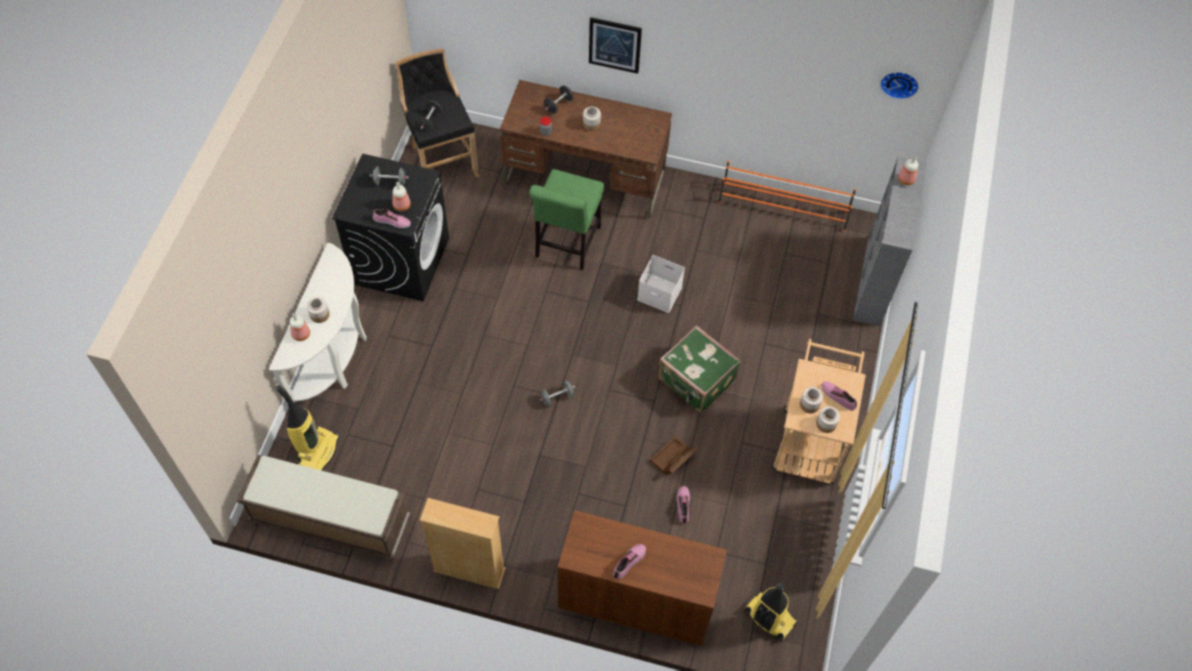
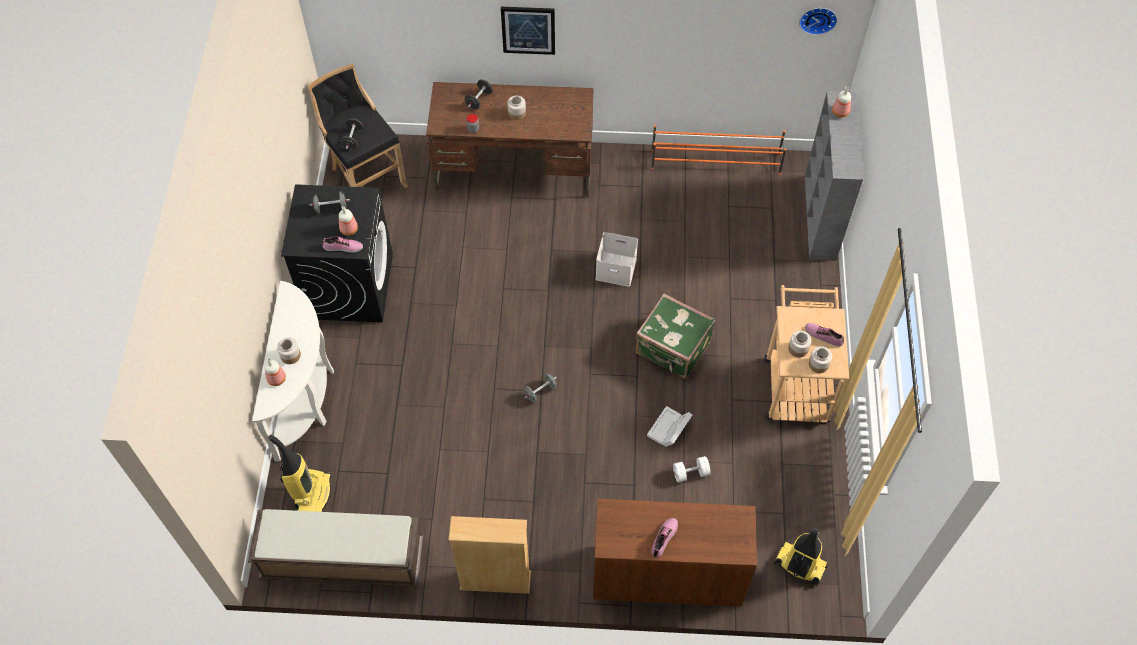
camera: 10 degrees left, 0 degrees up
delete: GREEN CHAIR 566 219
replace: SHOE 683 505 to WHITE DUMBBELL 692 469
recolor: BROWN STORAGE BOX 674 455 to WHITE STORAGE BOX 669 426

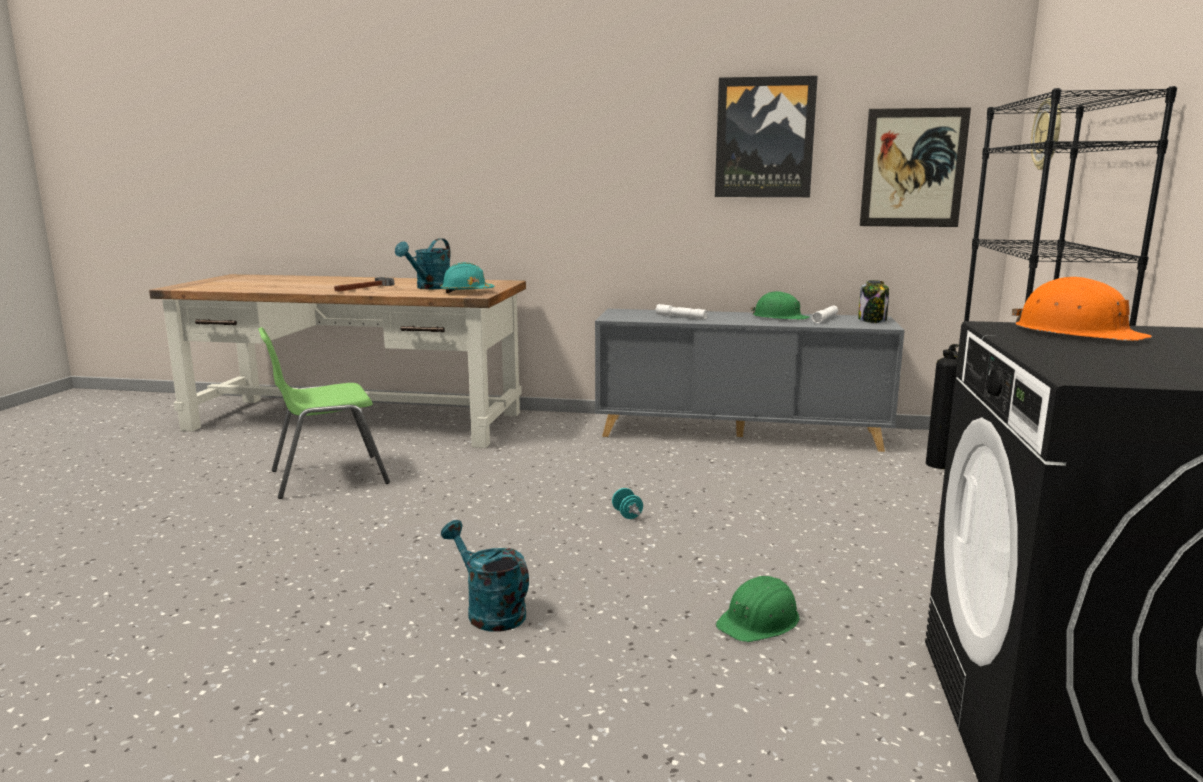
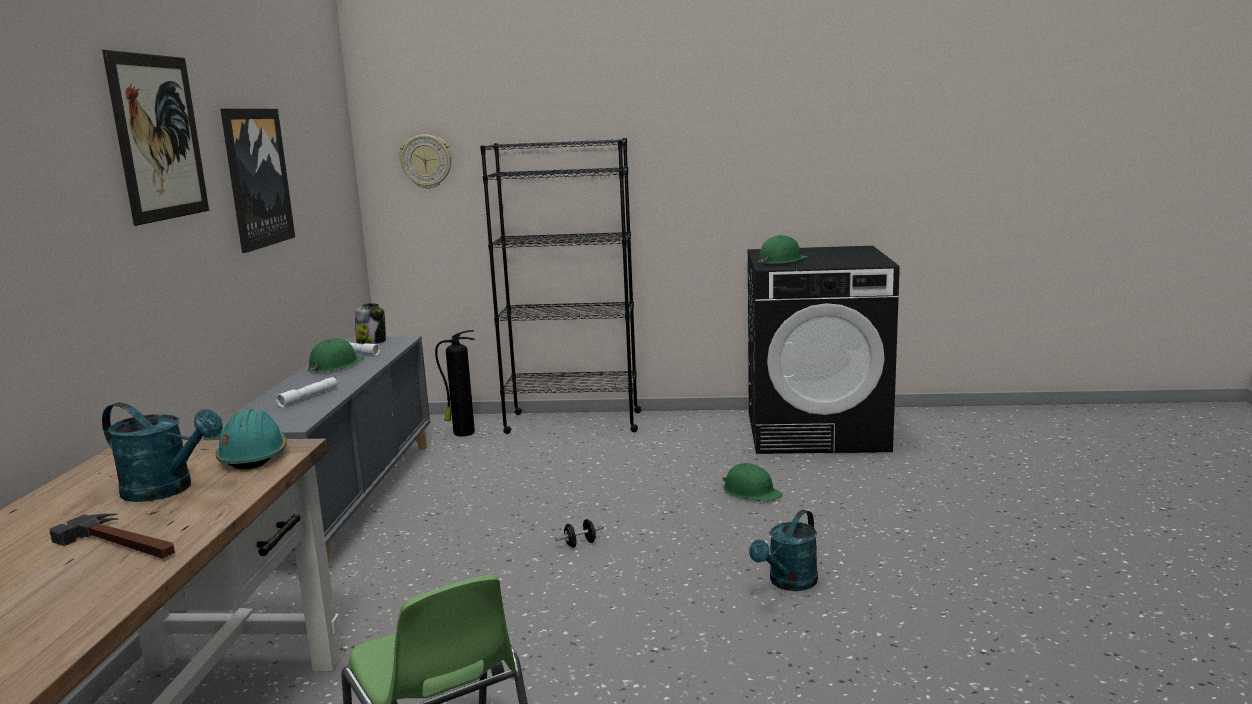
camera: 95 degrees left, 0 degrees up
move: PICTURE 915 167 to 155 138
recolor: ORANGE HARD HAT 1081 309 to GREEN HARD HAT 782 249; TURQUOISE DUMBBELL 627 503 to BLACK DUMBBELL 579 533

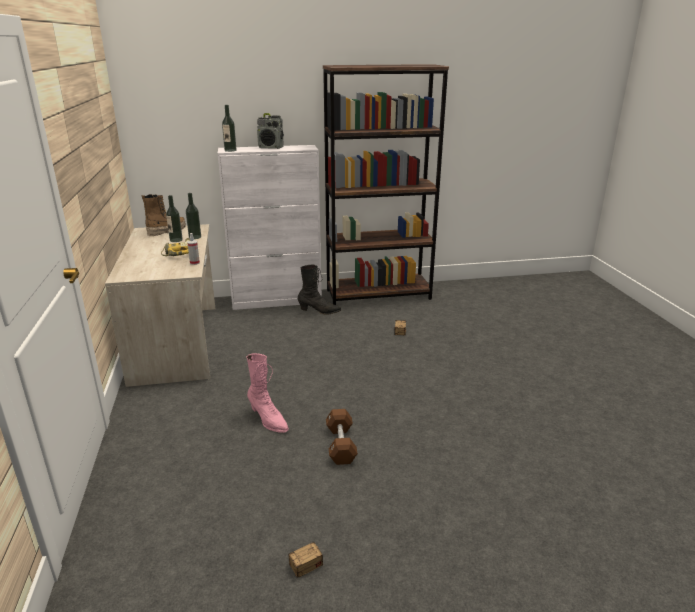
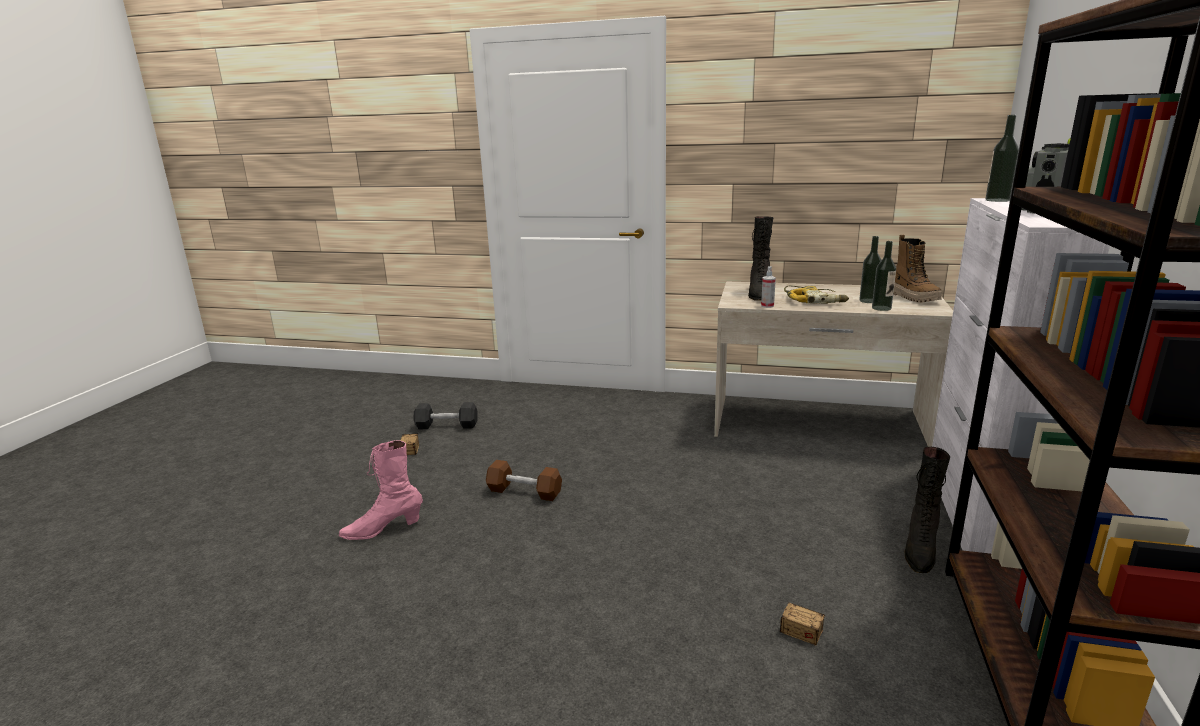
camera: 115 degrees right, 5 degrees down
insert: BLACK BOOT 760 258; BLACK DUMBBELL 446 415
move: PINK BOOT 267 393 to 381 490

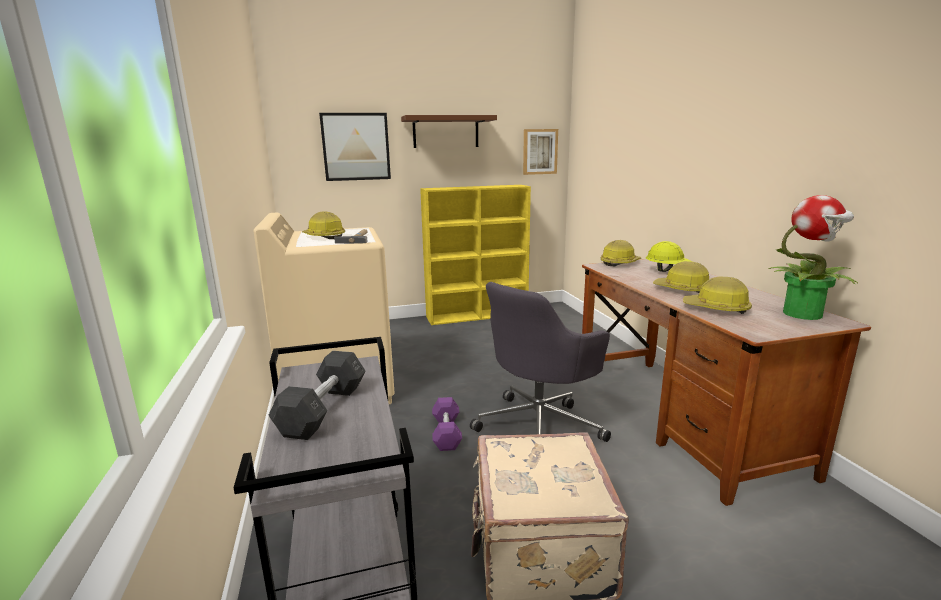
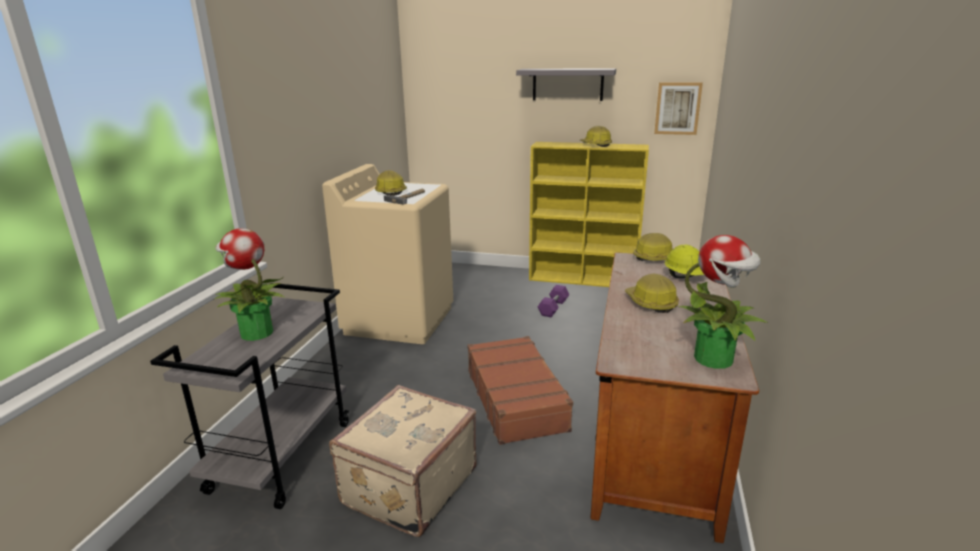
camera: 30 degrees right, 5 degrees up
delete: PICTURE 355 147
move: HARD HAT 717 295 to 596 136; PURPLE DUMBBELL 447 424 to 554 301
replace: GREY OFFICE CHAIR 540 362 to BROWN SUITCASE 520 390; GREY DUMBBELL 317 395 to POTTED PLANT 249 284
recolor: BROWN SHELF 449 131 to GREY SHELF 566 84

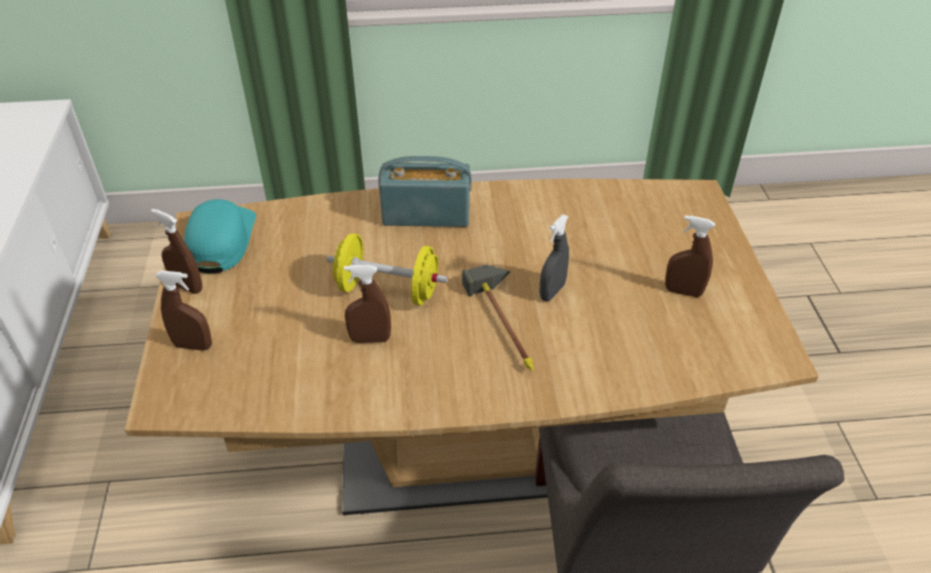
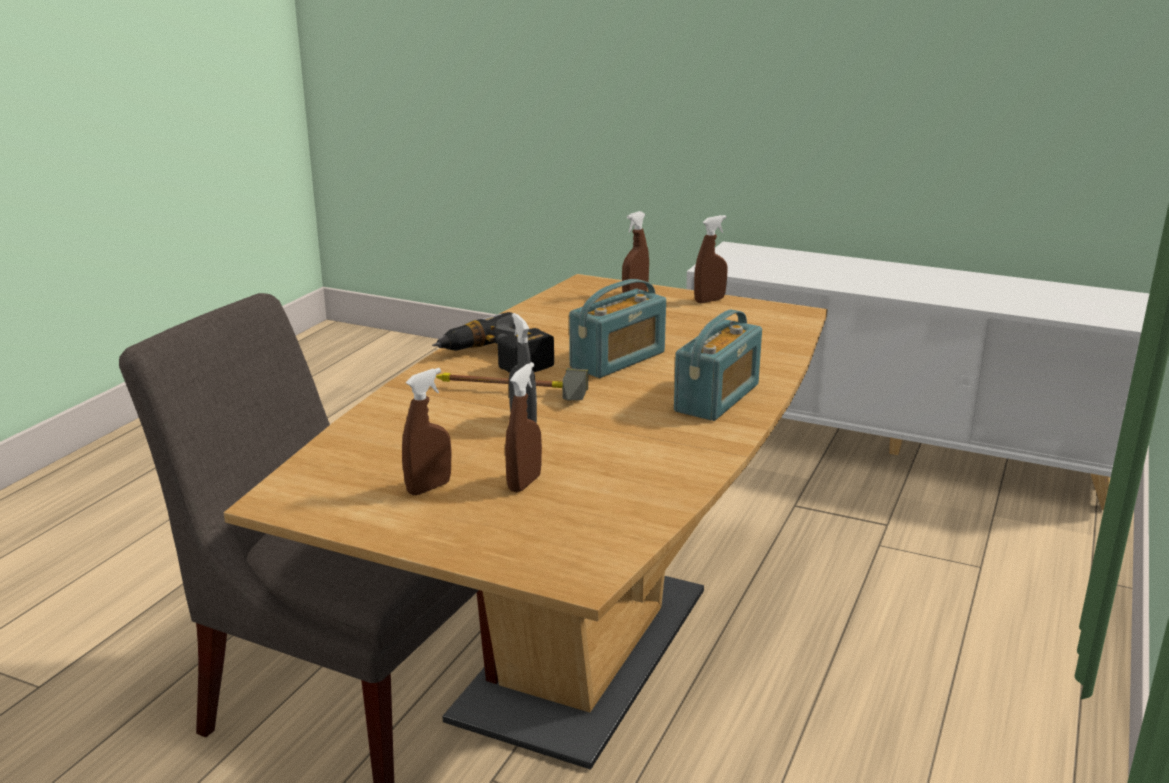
camera: 120 degrees right, 20 degrees down
delete: TURQUOISE CAP 220 236
insert: POWER DRILL 493 342
move: BROWN SPRAY BOTTLE 367 304 to 523 427
replace: YELLOW DUMBBELL 387 269 to RADIO 617 328

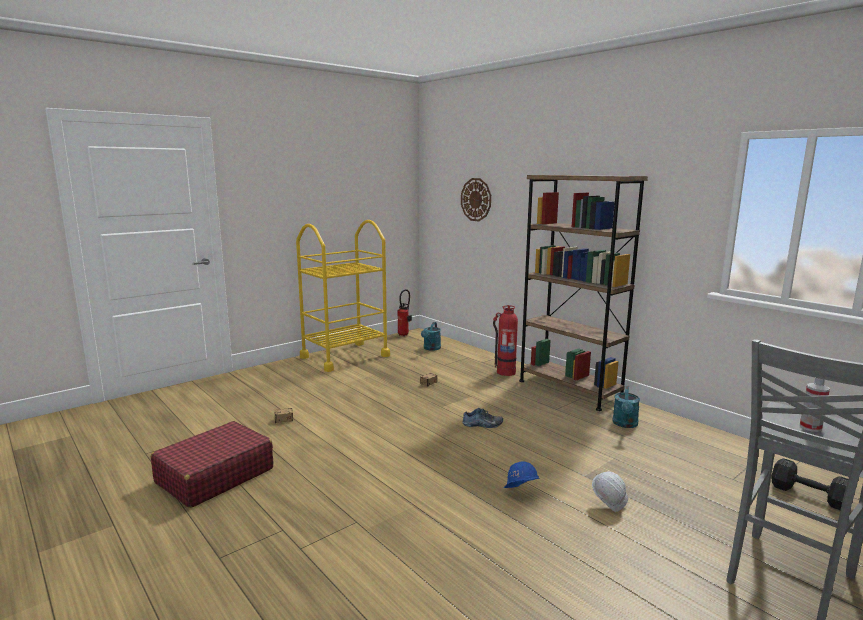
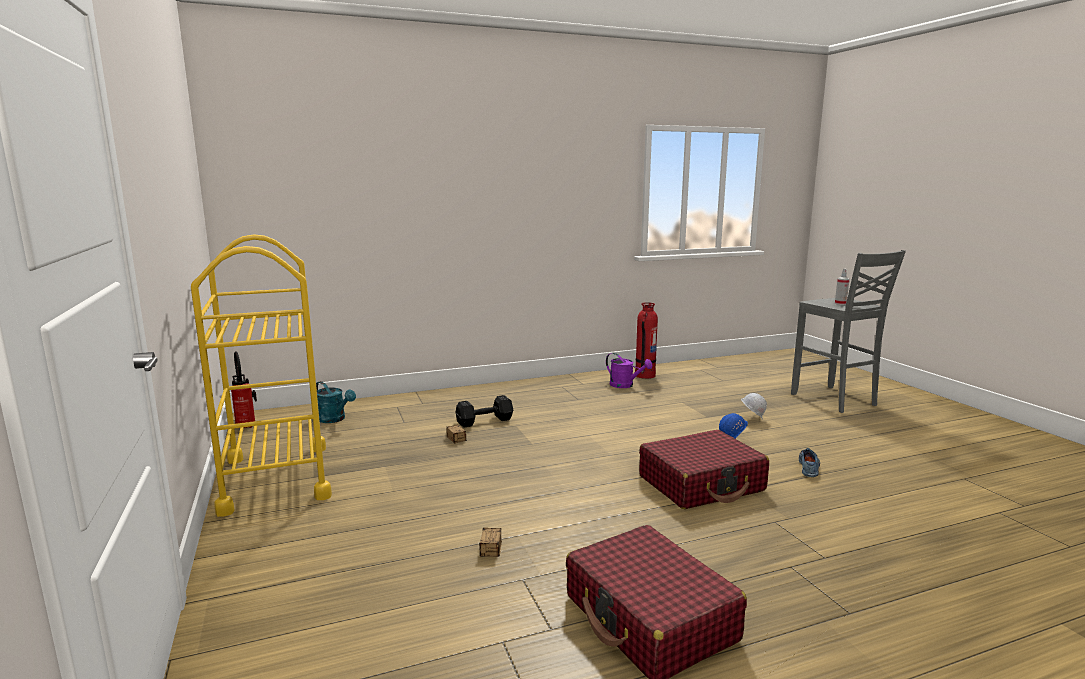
camera: 70 degrees left, 0 degrees up
delete: BROWN BOOKCASE 583 293; WALL CLOCK 476 199
insert: RED SUITCASE 704 469
move: FIRE EXTINGUISHER 505 340 to 646 340; SHOE 482 418 to 809 462; BLACK DUMBBELL 810 484 to 484 411
recolor: TURQUOISE WATERING CAN 626 407 to PURPLE WATERING CAN 629 370

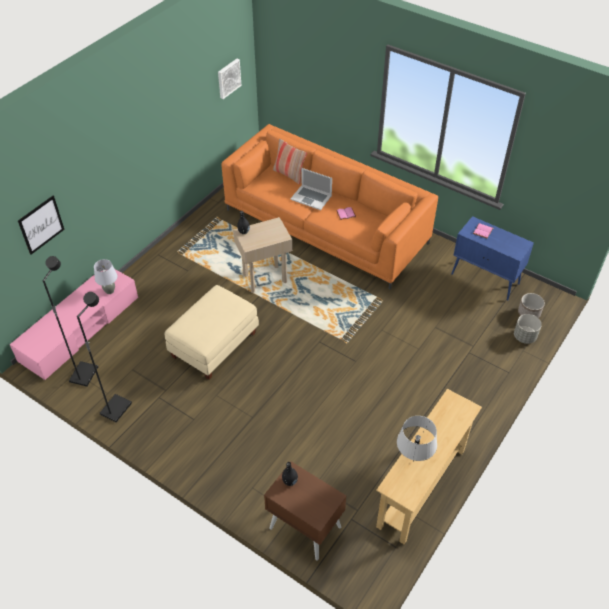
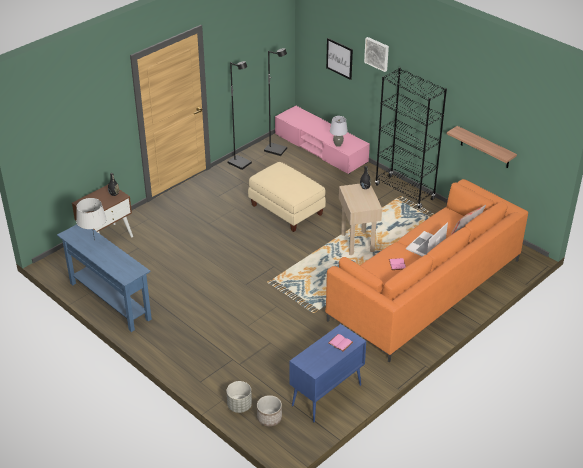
camera: 100 degrees right, 10 degrees down
insert: BLACK BOOKCASE 411 138; SHELF 482 147
move: PICTURE 230 79 to 376 54
recolor: BEIGE CONSOLE TABLE 429 466 to BLUE CONSOLE TABLE 104 278

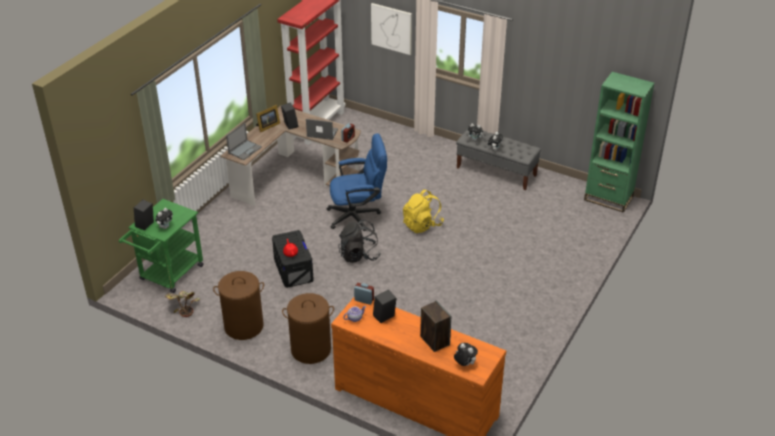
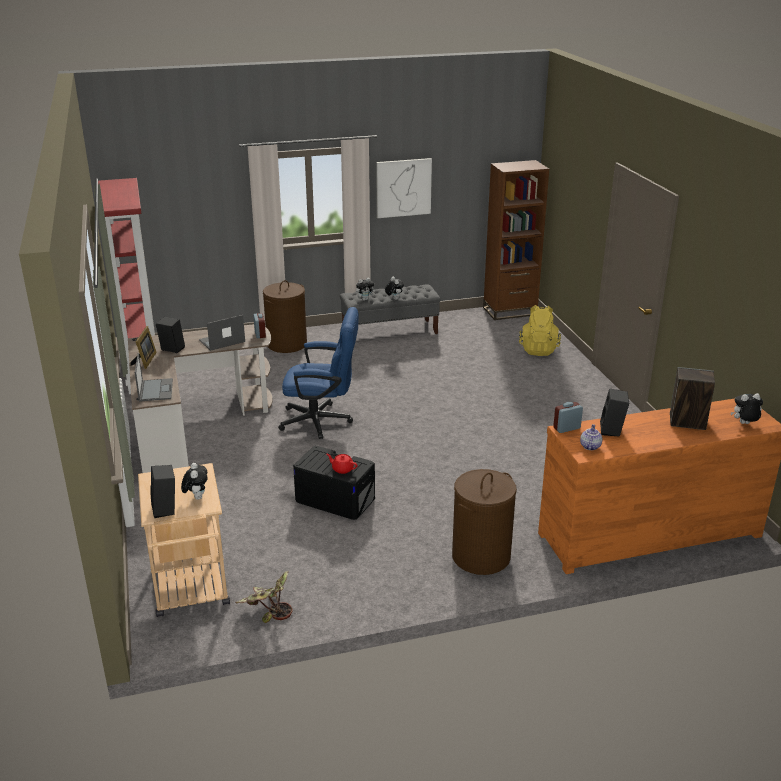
camera: 45 degrees left, 10 degrees down
delete: BLACK BACKPACK 359 241
move: PICTURE 391 29 to 404 188; YELLOW BACKPACK 423 211 to 540 330; BROWN LAUNDRY BASKET 238 305 to 285 316
recolor: GREEN BOOKCASE 619 142 to BROWN BOOKCASE 516 240; GREEN CART 161 246 to BEIGE CART 184 540
rotate: BLUE OFFICE CHAIR 356 182 = 318 373 60 degrees clockwise

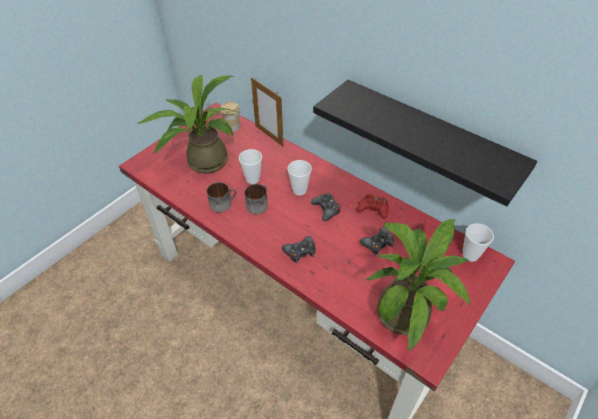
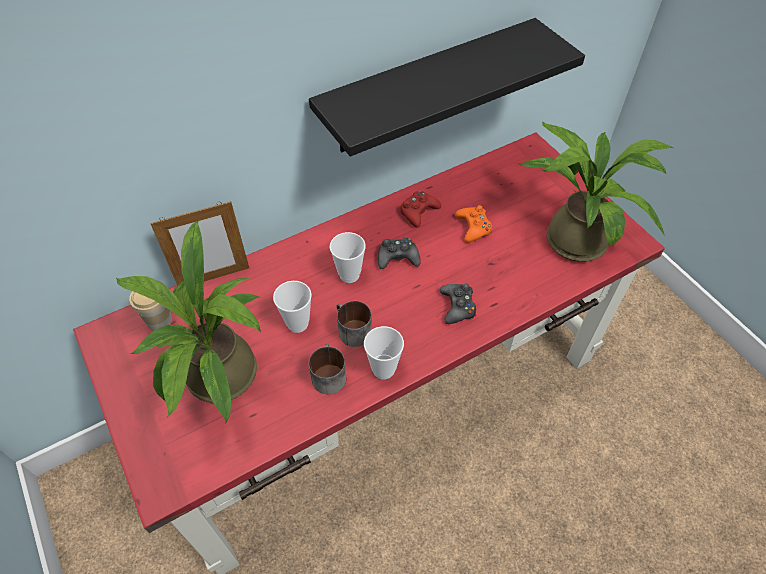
camera: 70 degrees left, 5 degrees up
move: CUP 478 242 to 384 352
recolor: BLACK GAME CONTROLLER 376 241 to ORANGE GAME CONTROLLER 473 224

